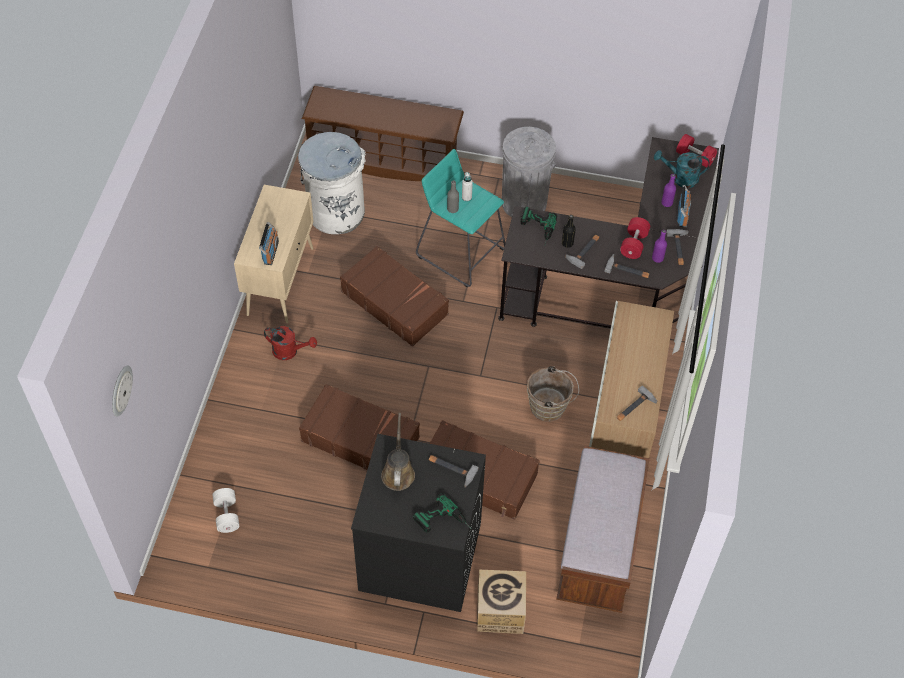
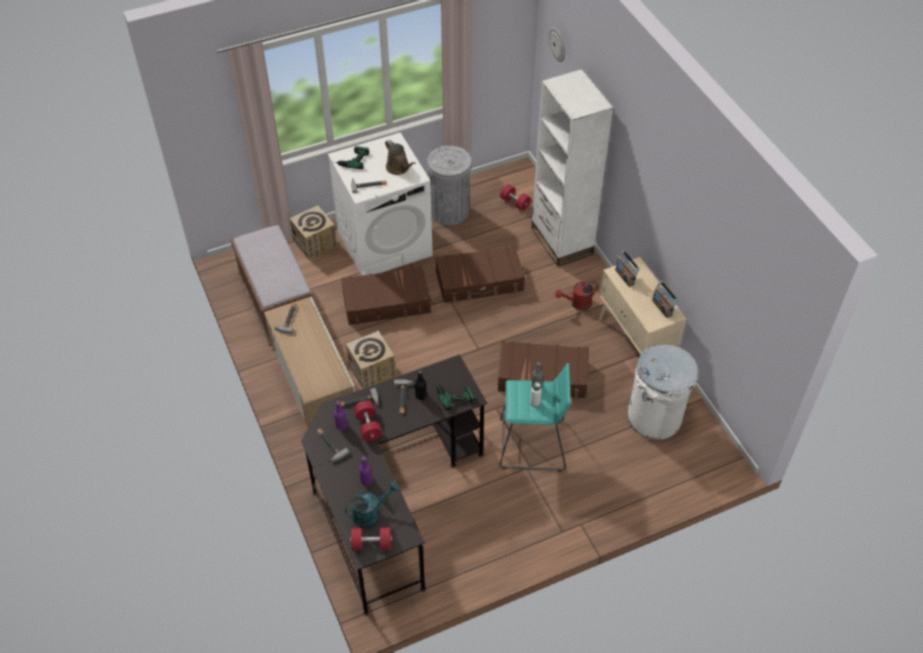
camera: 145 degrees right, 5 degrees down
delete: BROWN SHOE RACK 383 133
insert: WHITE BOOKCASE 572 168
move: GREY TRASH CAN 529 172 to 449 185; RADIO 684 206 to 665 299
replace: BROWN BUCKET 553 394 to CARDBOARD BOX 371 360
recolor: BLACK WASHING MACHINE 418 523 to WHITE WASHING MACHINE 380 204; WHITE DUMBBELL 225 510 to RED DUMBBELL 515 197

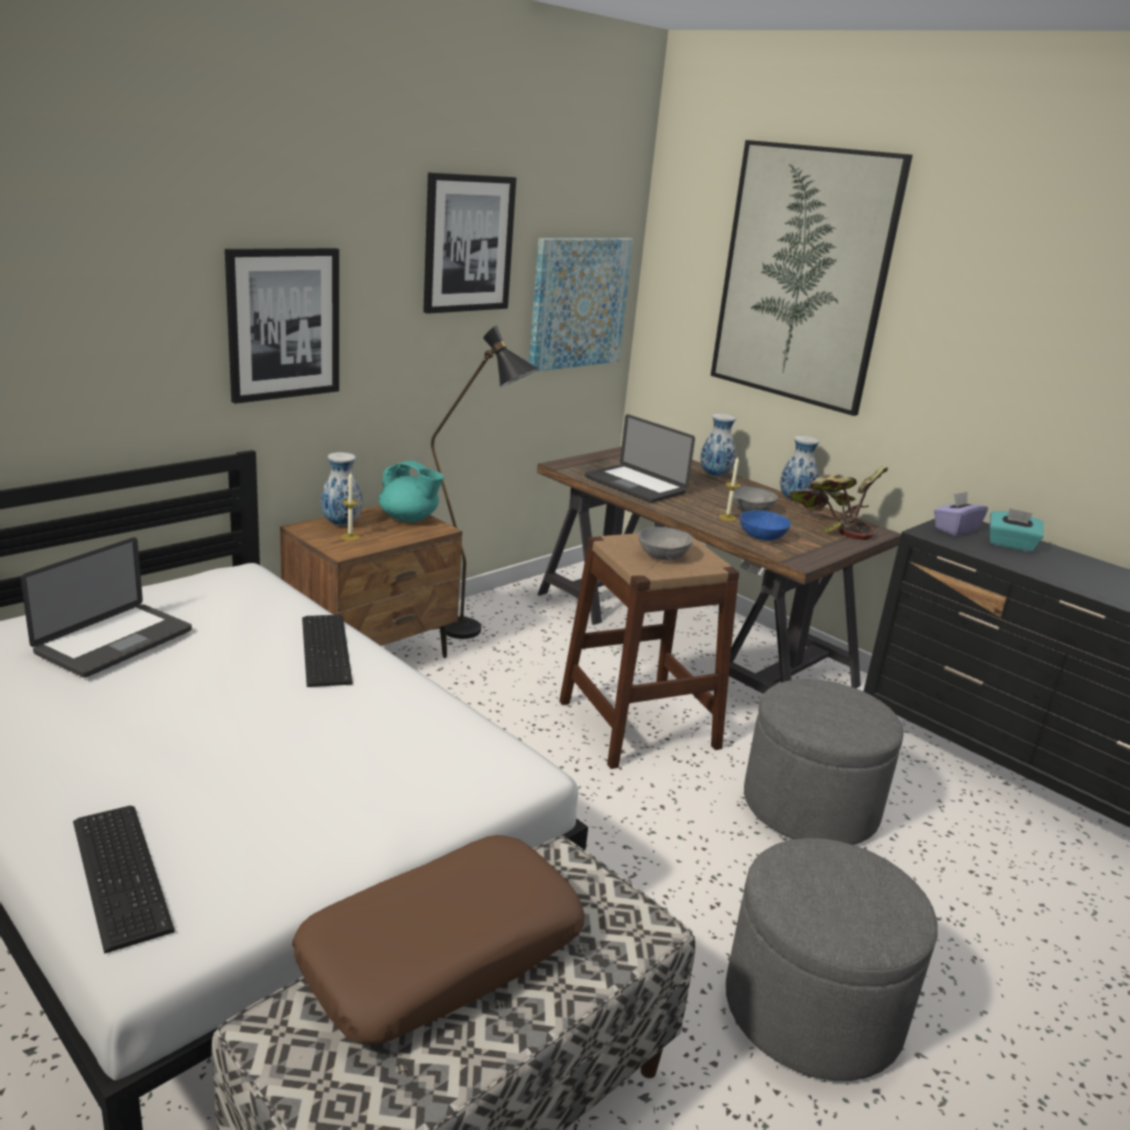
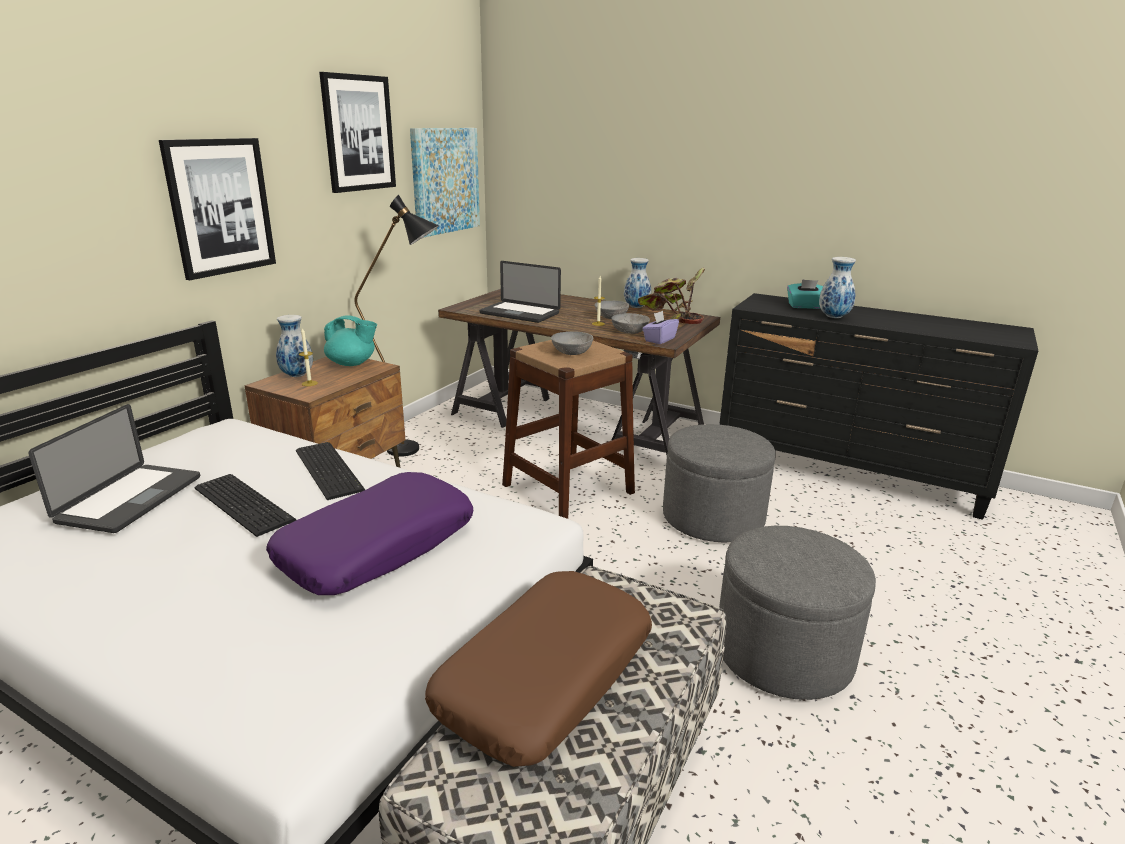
camera: 15 degrees left, 0 degrees up
delete: PICTURE 812 278
insert: PURPLE PILLOW 369 533
move: VASE 718 445 to 837 287; PURPLE TISSUE BOX 961 514 to 660 327; KEYBOARD 124 880 to 246 505
recolor: BLUE BOWL 765 525 to GREY BOWL 630 323

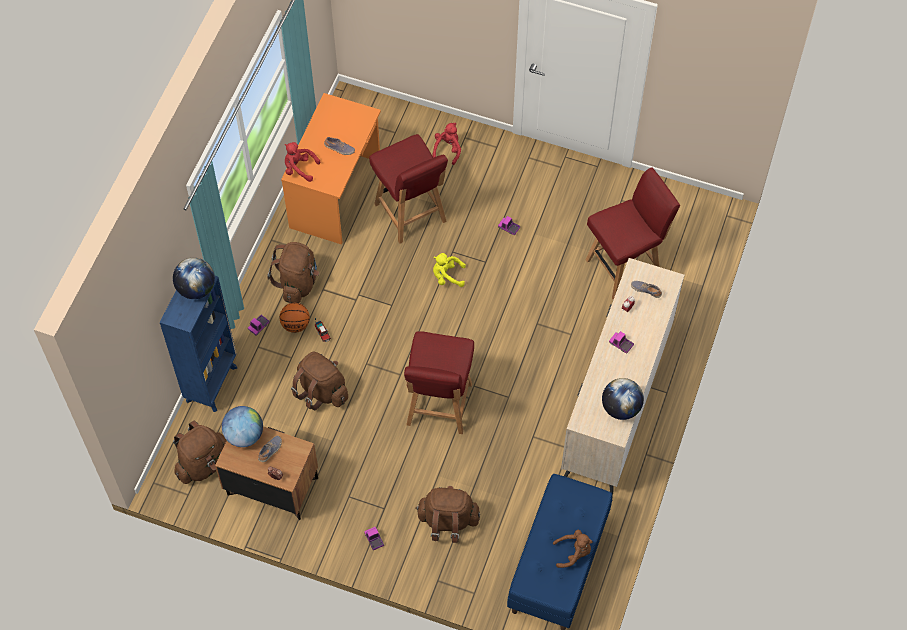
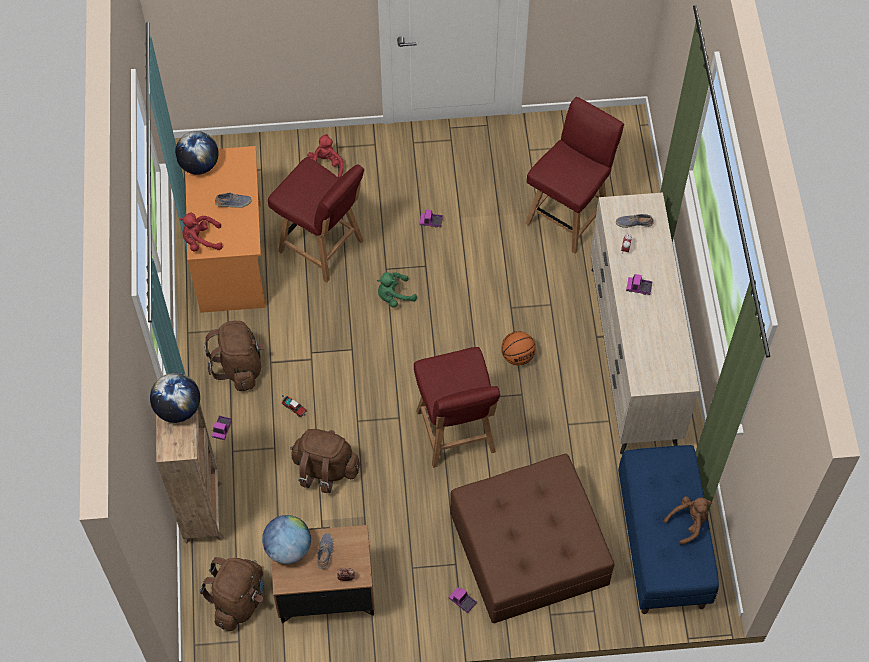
camera: 25 degrees left, 0 degrees up
move: BASKETBALL 295 318 to 518 348; GLOBE 623 399 to 196 153
replace: BROWN BACKPACK 448 514 to BROWN OTTOMAN 532 538
recolor: YELLOW PLUSH TOY 449 270 to GREEN PLUSH TOY 397 290; BLUE BOOKCASE 198 344 to BROWN BOOKCASE 190 474

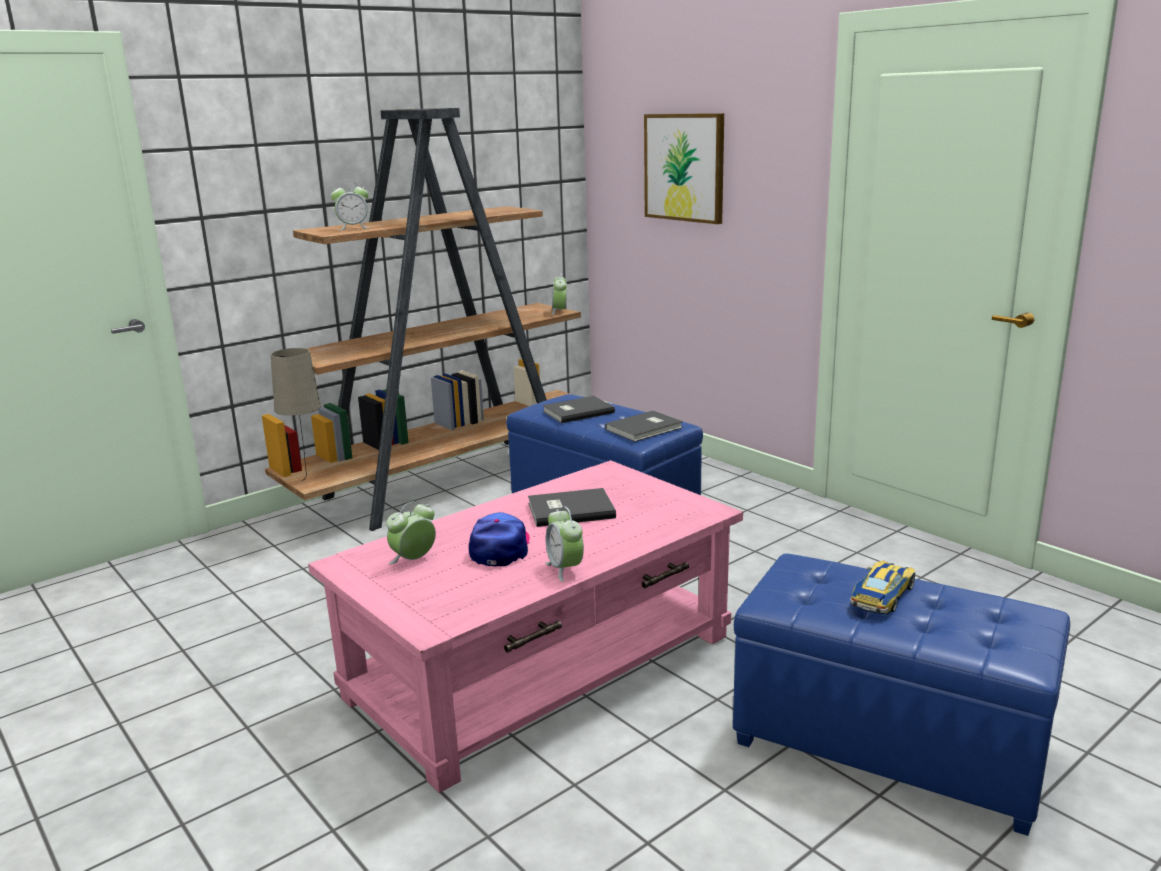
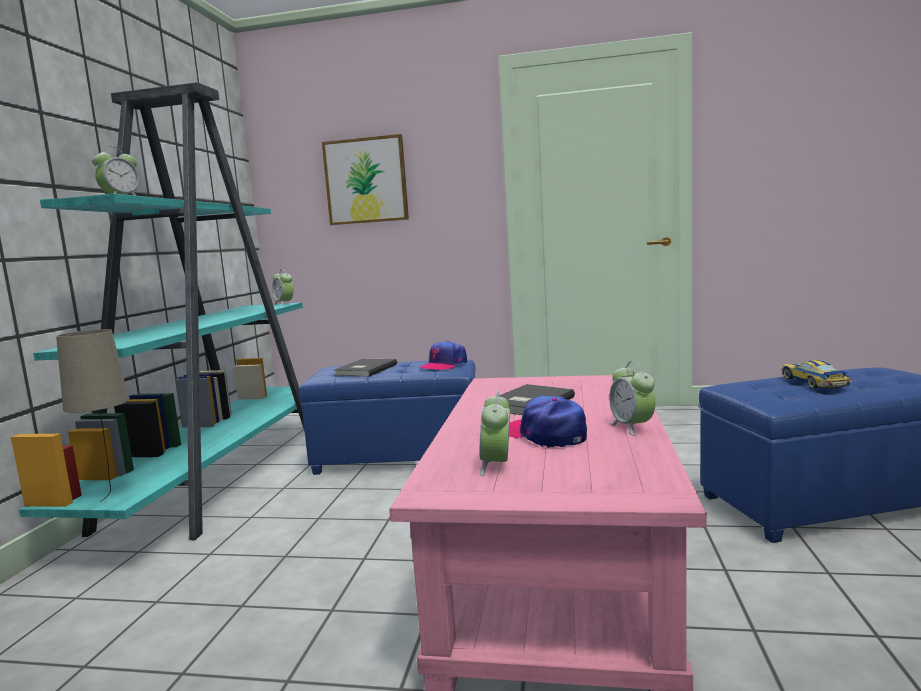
camera: 40 degrees left, 10 degrees down
replace: GREY BOOK 644 426 to CAP 443 355
recolor: BROWN BOOKCASE 421 319 to TURQUOISE BOOKCASE 158 311
rotate: ALARM CLOCK 565 544 = 632 398 45 degrees clockwise

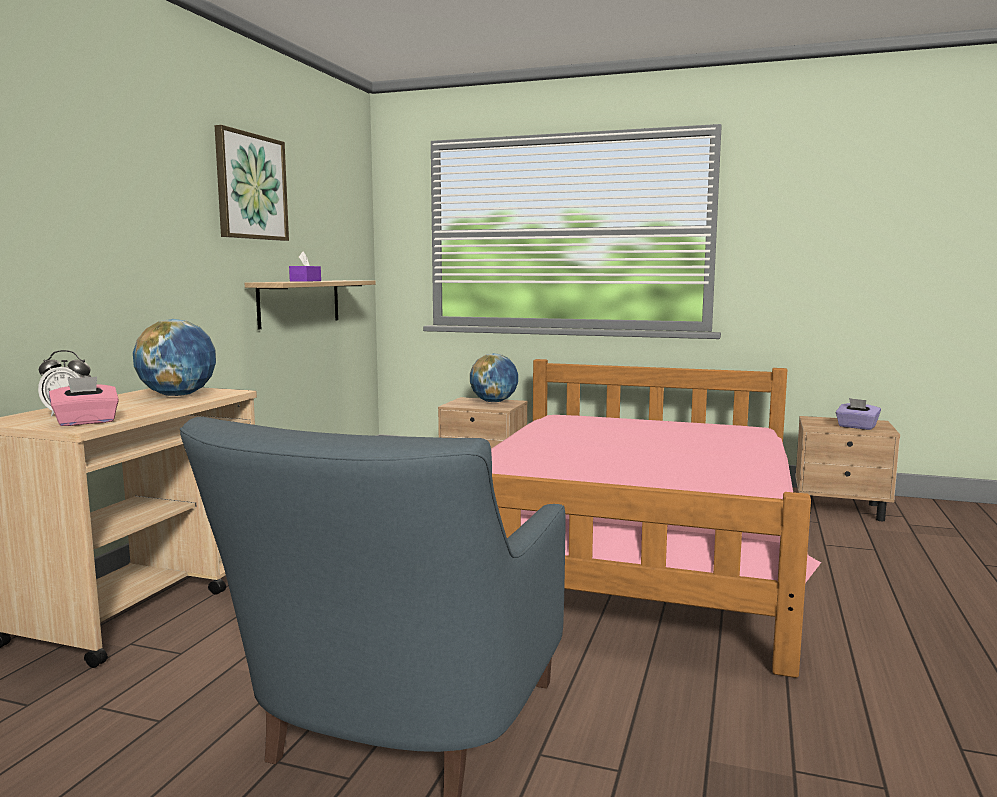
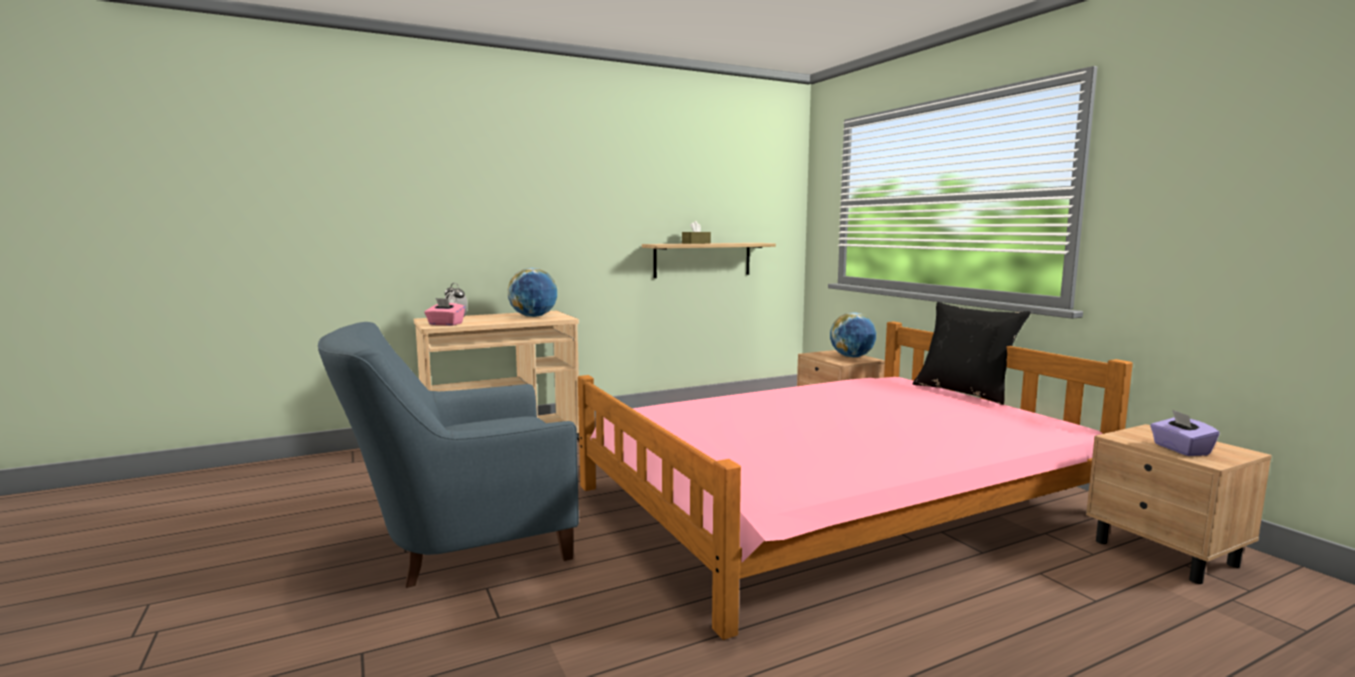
camera: 45 degrees right, 0 degrees up
delete: PICTURE 252 183
insert: BLACK PILLOW 972 353
recolor: PURPLE TISSUE BOX 305 267 to BROWN TISSUE BOX 696 232

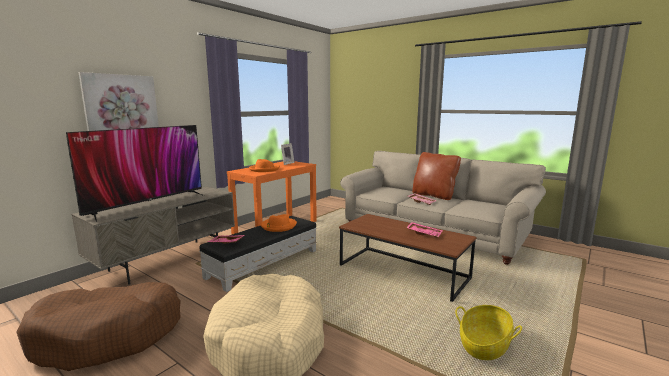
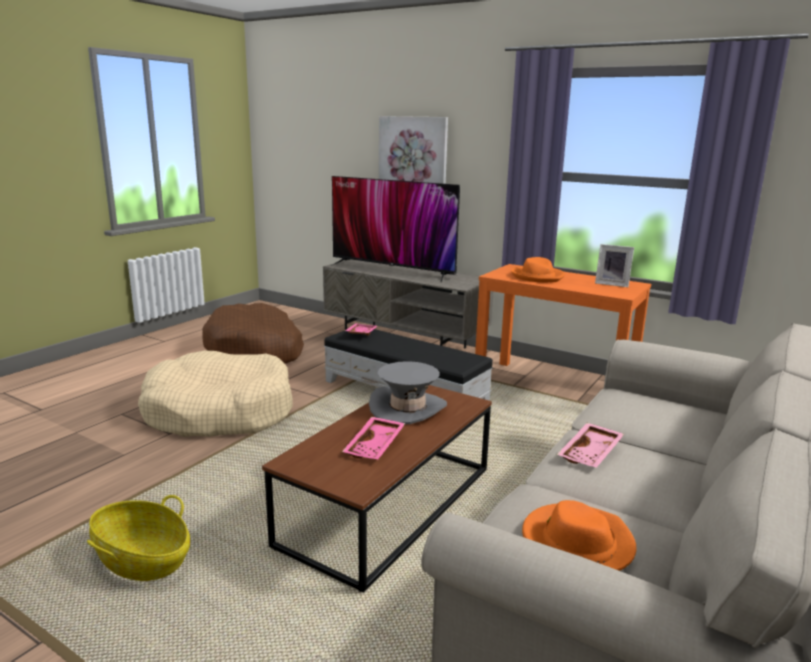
camera: 85 degrees right, 5 degrees up
delete: BROWN PILLOW 436 176
insert: GREY HAT 408 392
move: ORANGE HAT 279 223 to 579 535

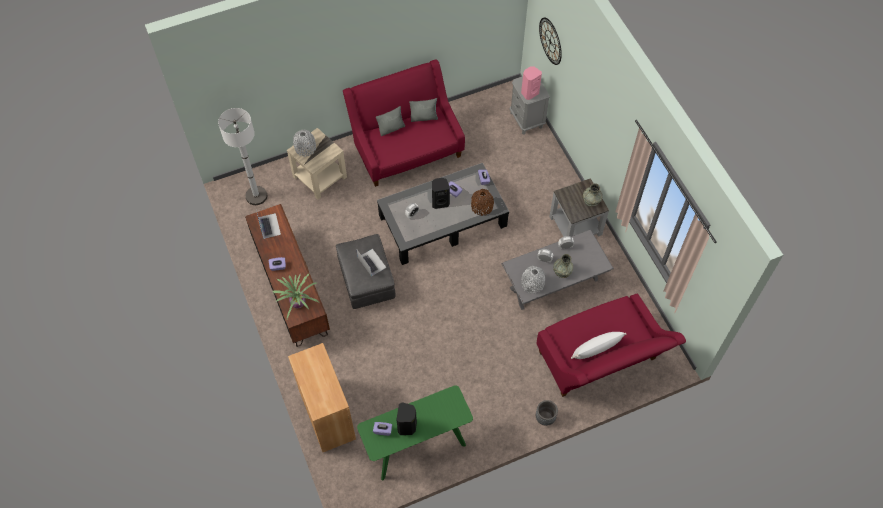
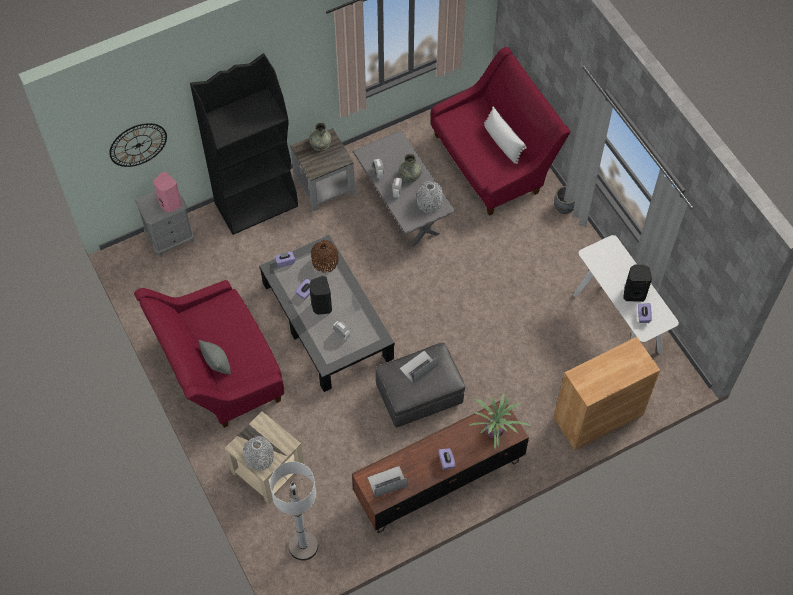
camera: 95 degrees left, 0 degrees up
delete: GREY PILLOW 423 110
insert: BLACK BOOKCASE 244 144
recolor: GREEN CONSOLE TABLE 415 433 to WHITE CONSOLE TABLE 626 294

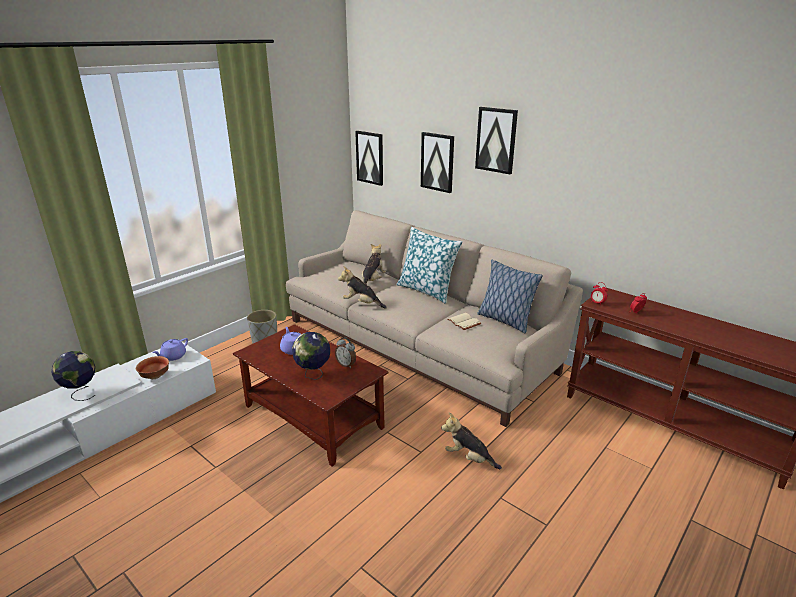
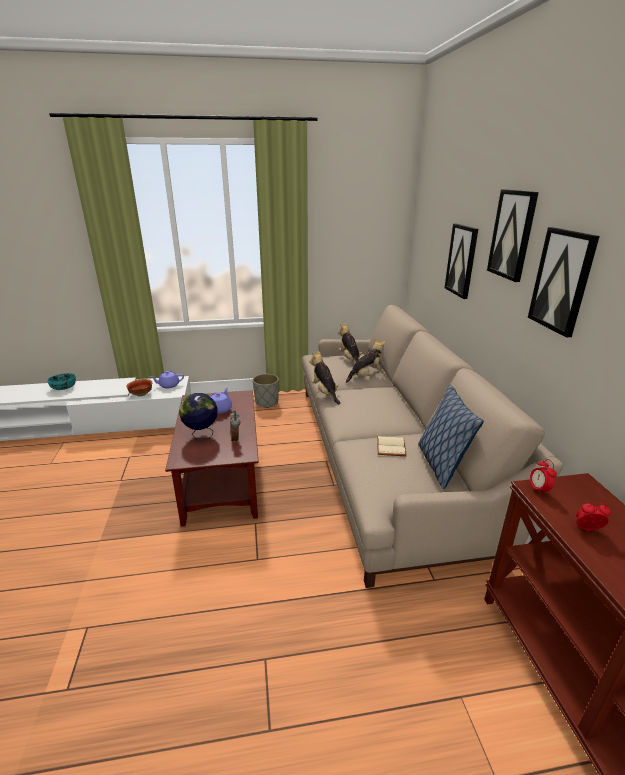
camera: 40 degrees right, 0 degrees up
delete: PILLOW 430 265; GLOBE 73 376
insert: TURQUOISE BOWL 61 381
move: PICTURE 369 158 to 564 282; PLUSH TOY 471 441 to 350 342

